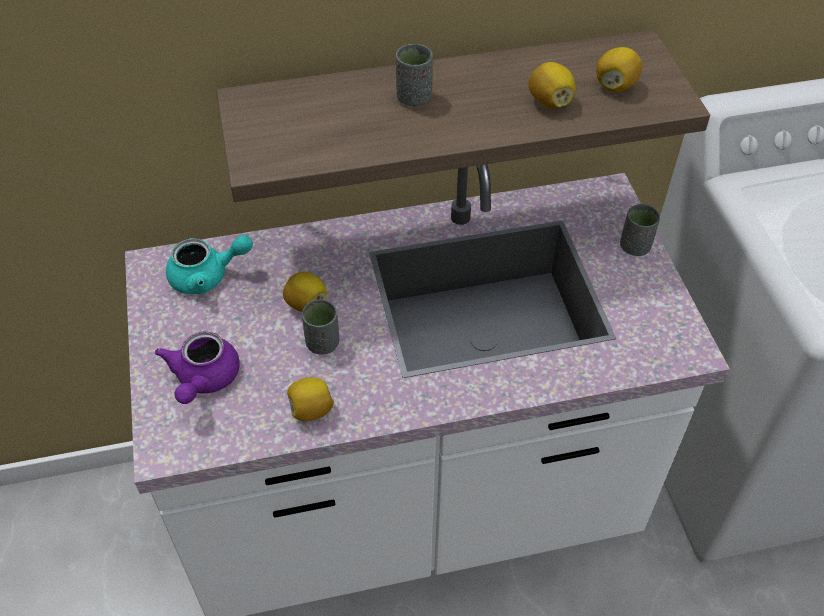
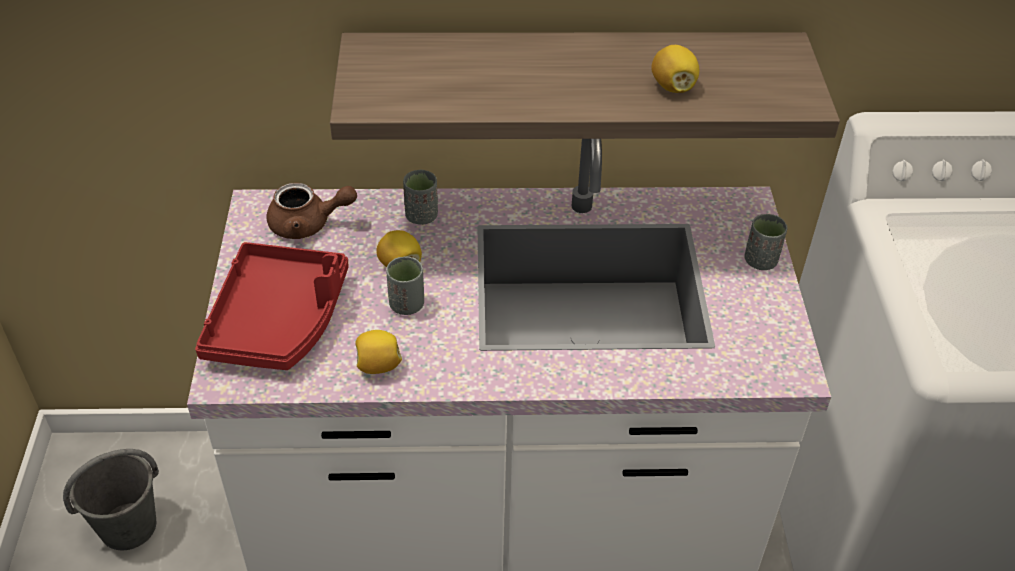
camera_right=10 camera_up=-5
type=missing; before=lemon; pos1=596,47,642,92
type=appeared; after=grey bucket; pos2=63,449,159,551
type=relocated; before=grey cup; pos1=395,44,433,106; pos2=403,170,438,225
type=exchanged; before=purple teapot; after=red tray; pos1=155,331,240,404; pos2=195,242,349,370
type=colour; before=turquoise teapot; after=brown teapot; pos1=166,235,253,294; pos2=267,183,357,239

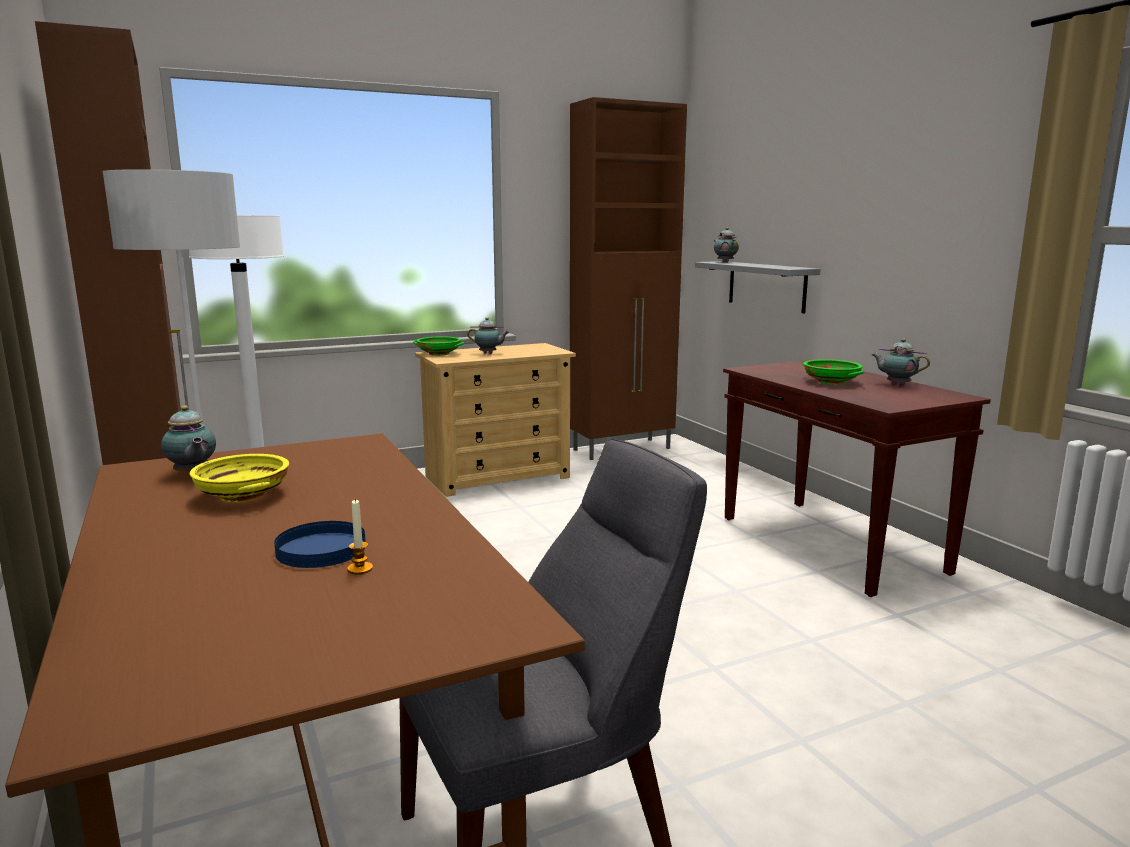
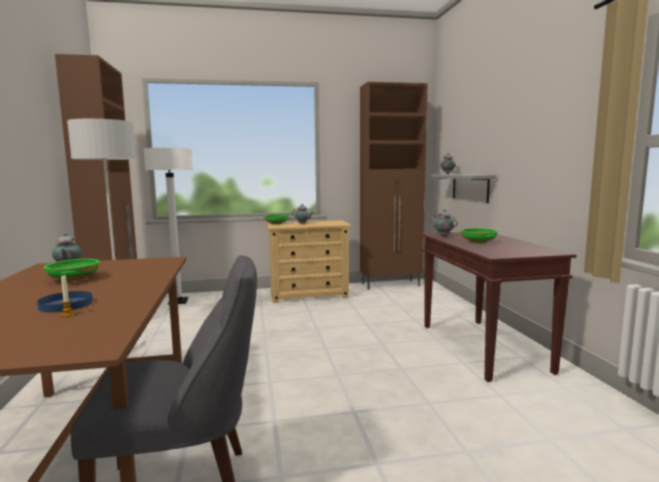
camera_right=15 camera_up=-5
type=relocated; before=teapot; pos1=872,338,930,386; pos2=431,210,458,237
type=colour; before=yellow bowl; after=green bowl; pos1=190,454,289,502; pos2=44,259,100,282

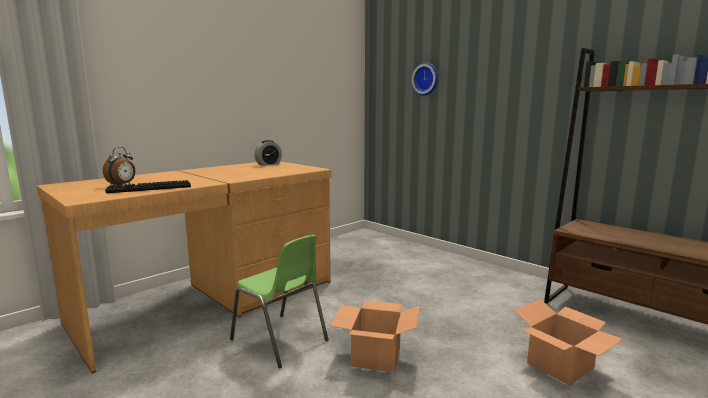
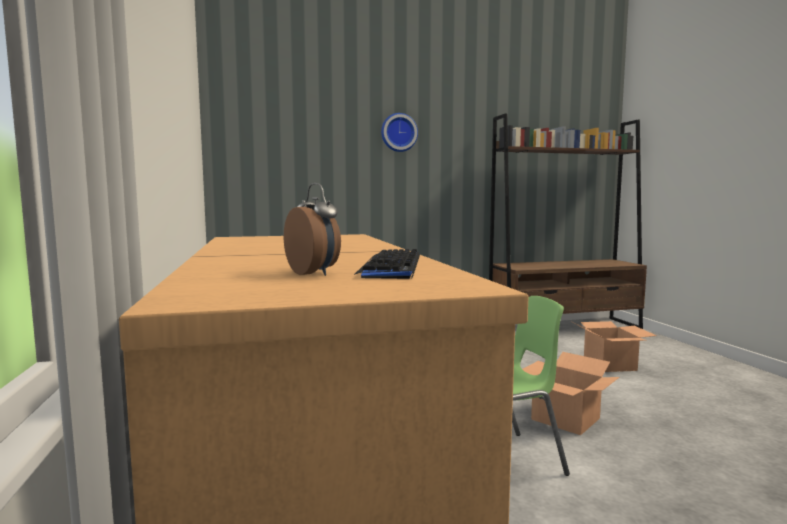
camera_right=-60 camera_up=-5
type=missing; before=alarm clock; pos1=254,140,282,166
type=relocated; before=wall clock; pos1=412,63,438,96; pos2=381,113,418,152

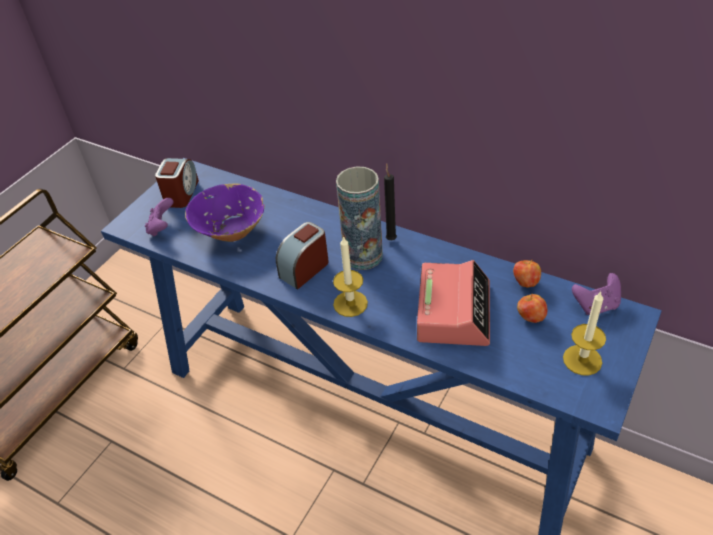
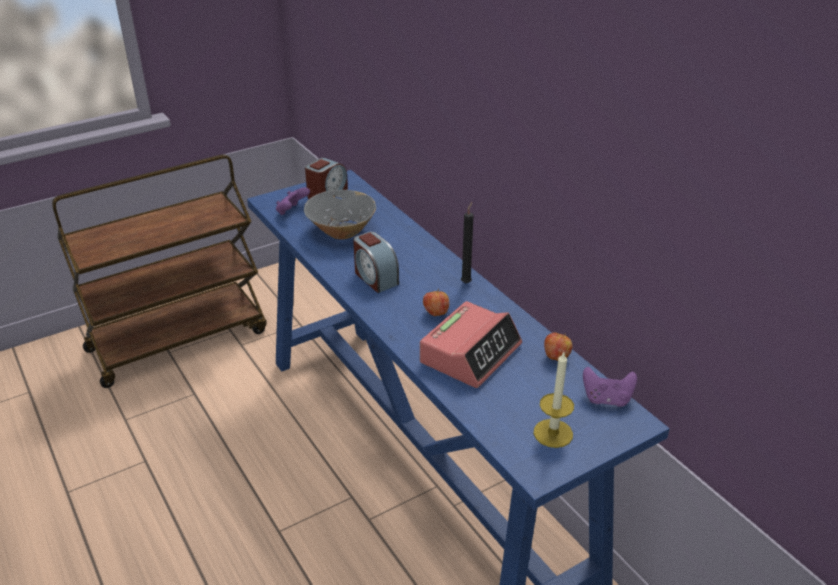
camera_right=25 camera_up=-10
type=missing; before=candle; pos1=333,236,368,317
type=missing; before=vase; pos1=336,167,383,270
type=relocated; before=apple; pos1=517,293,547,323; pos2=423,288,449,316
type=colour; before=purple bowl; after=grey bowl; pos1=185,183,265,242; pos2=304,190,376,240
type=spun; before=alarm clock; pos1=276,222,329,289; pos2=353,232,399,293; turn=-105

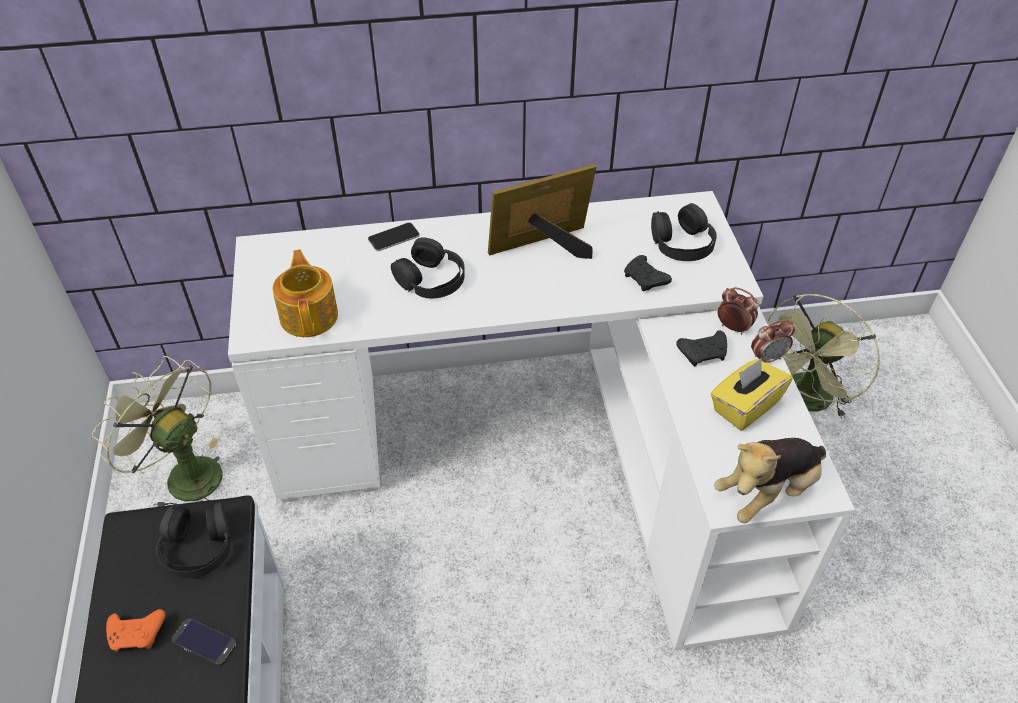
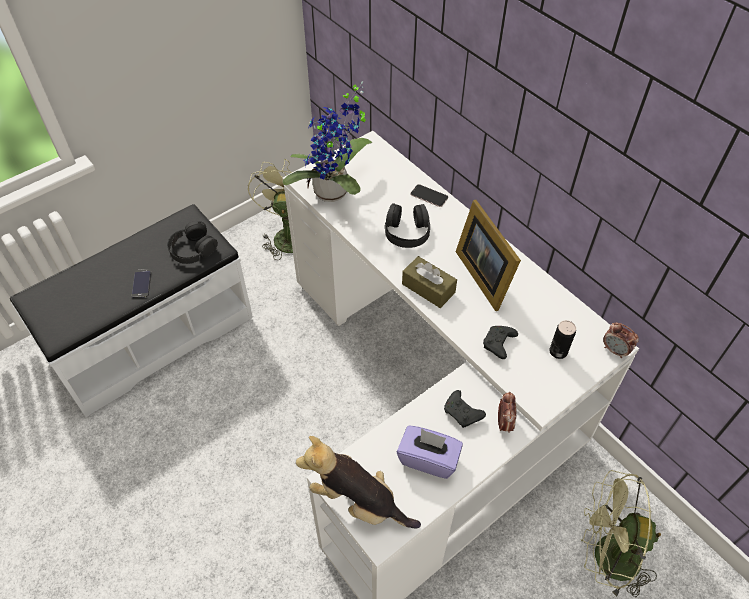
camera_right=60 camera_up=5
type=missing; before=orange game controller; pos1=106,609,166,652
type=appeared; after=brown tissue box; pos2=402,256,457,308
type=relocated; before=alarm clock; pos1=751,320,795,363; pos2=603,322,639,358
type=exchanged; before=teapot; after=potted plant; pos1=273,249,338,337; pos2=283,81,372,202
type=exchanged; before=black headphones; after=can; pos1=651,203,717,261; pos2=549,320,576,359
type=colour; before=yellow tissue box; after=purple tissue box; pos1=711,358,793,430; pos2=397,425,463,479
type=spun; before=picture frame; pos1=488,164,596,259; pos2=455,200,521,311; turn=-150

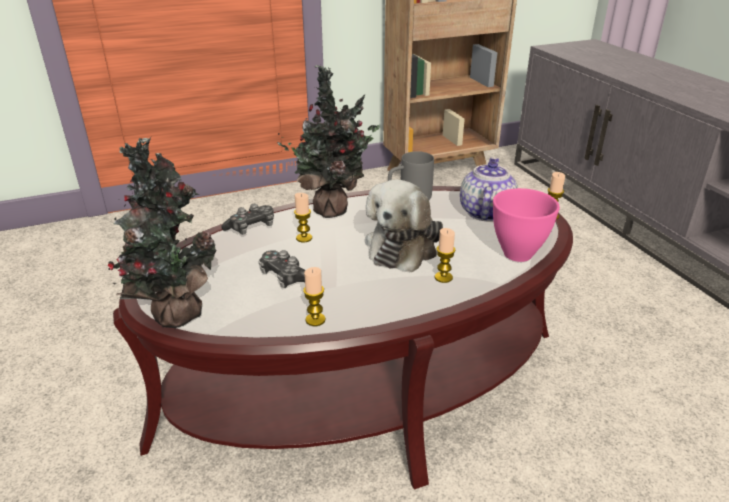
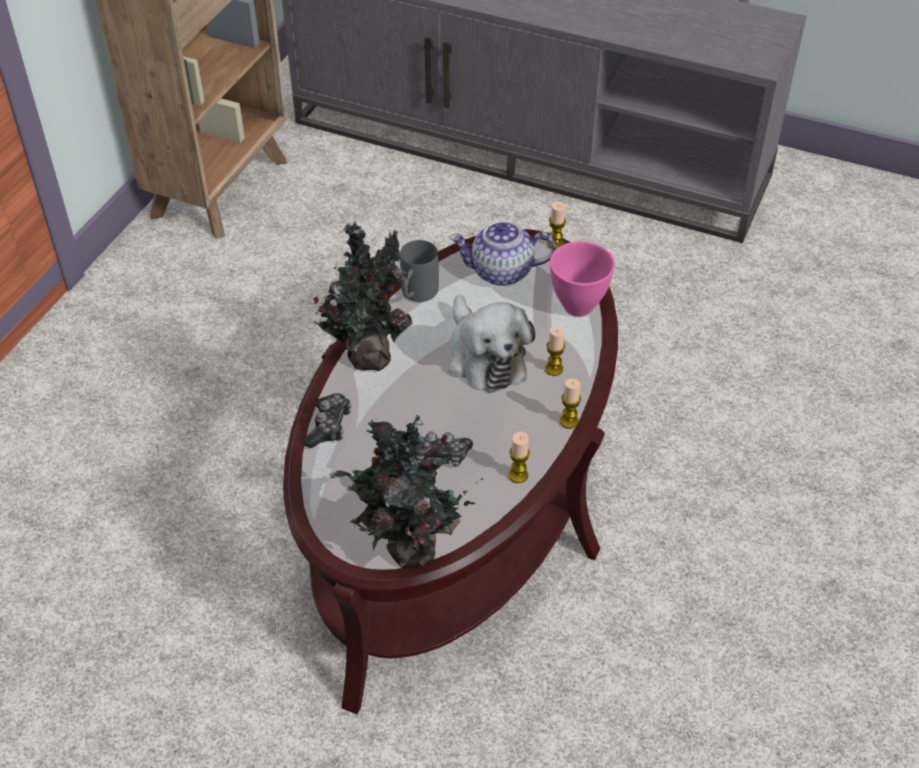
camera_right=-45 camera_up=15
type=relocated; before=candle; pos1=294,193,312,242; pos2=560,379,581,428
type=spun; before=teapot; pos1=460,157,518,222; pos2=450,221,556,286; turn=-60

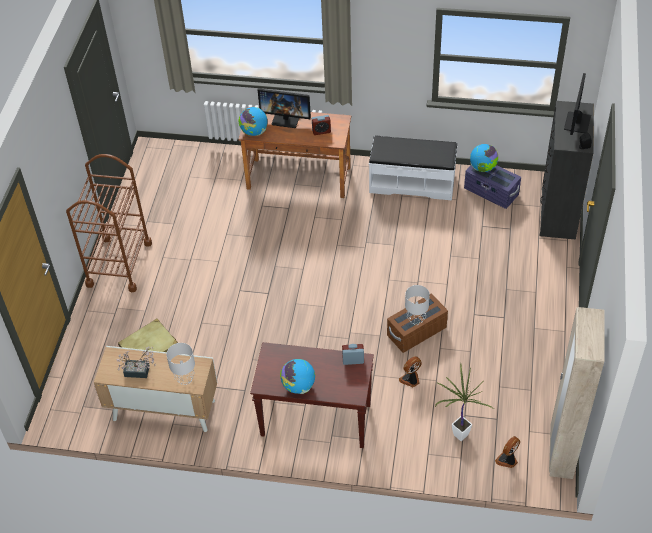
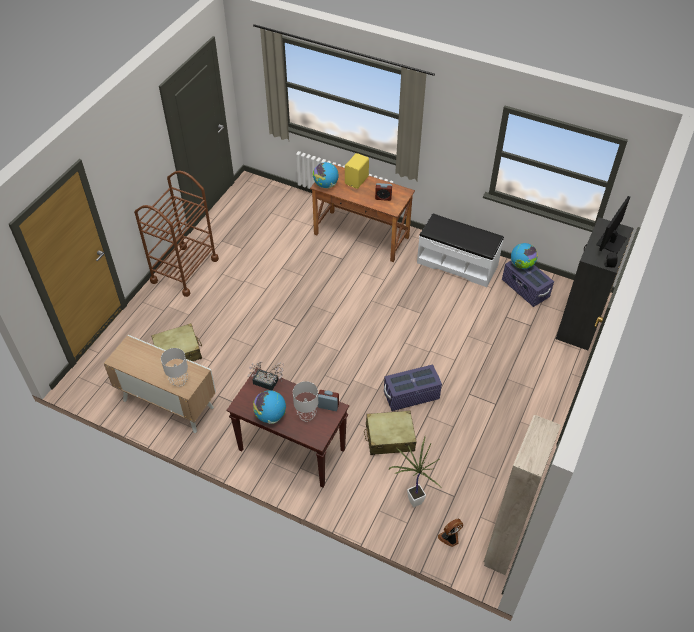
camera_right=15 camera_up=0
type=relocated; before=potted plant; pos1=117,347,156,378; pos2=247,361,284,390
type=relocated; before=grey table lamp; pos1=405,285,430,325; pos2=293,381,318,422
type=exchanged; before=monitor; after=yellow speaker; pos1=258,88,311,128; pos2=345,153,369,189
type=exchanged; before=fan; after=beige suitcase; pos1=399,356,422,387; pos2=364,411,417,455
type=colour; before=brown storage box; after=purple storage box; pos1=387,294,448,353; pos2=384,364,442,411

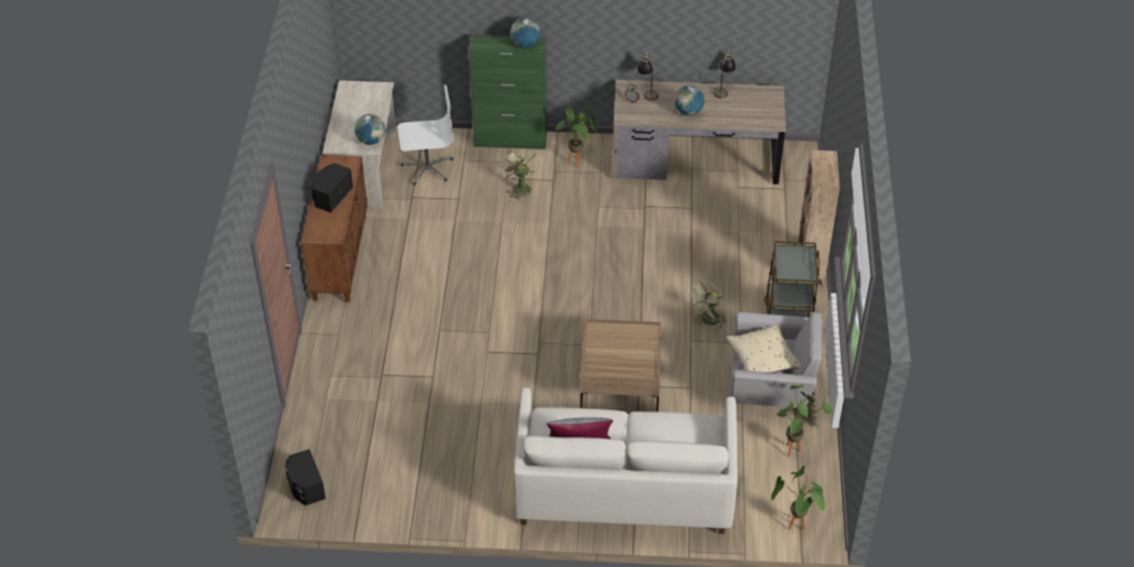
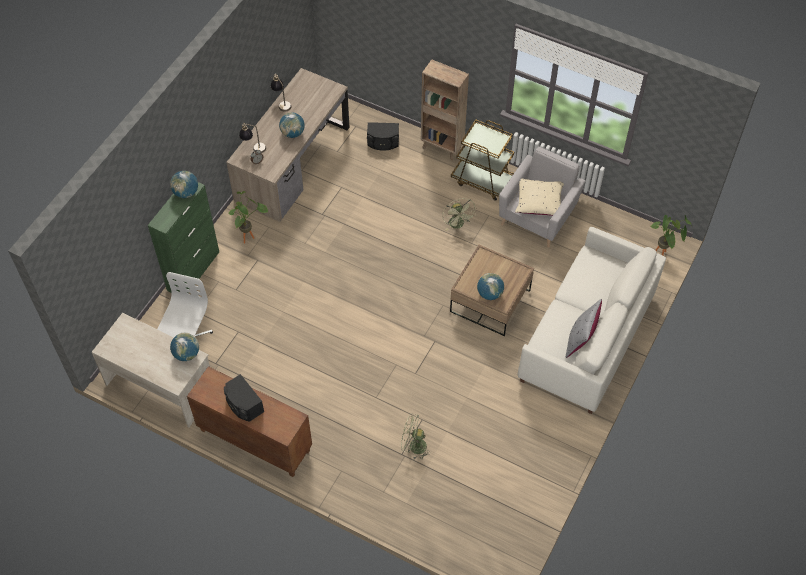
camera_right=-65 camera_up=10
type=missing; before=potted plant; pos1=776,384,833,457
type=appeared; after=globe; pos2=477,273,504,300
type=relocated; before=black speaker; pos1=285,449,326,505; pos2=367,122,399,151
type=relocated; before=green fan; pos1=500,148,540,201; pos2=401,413,431,460

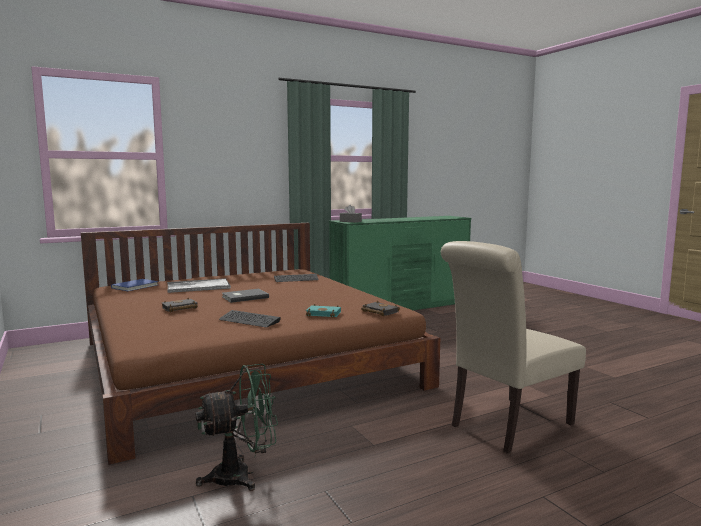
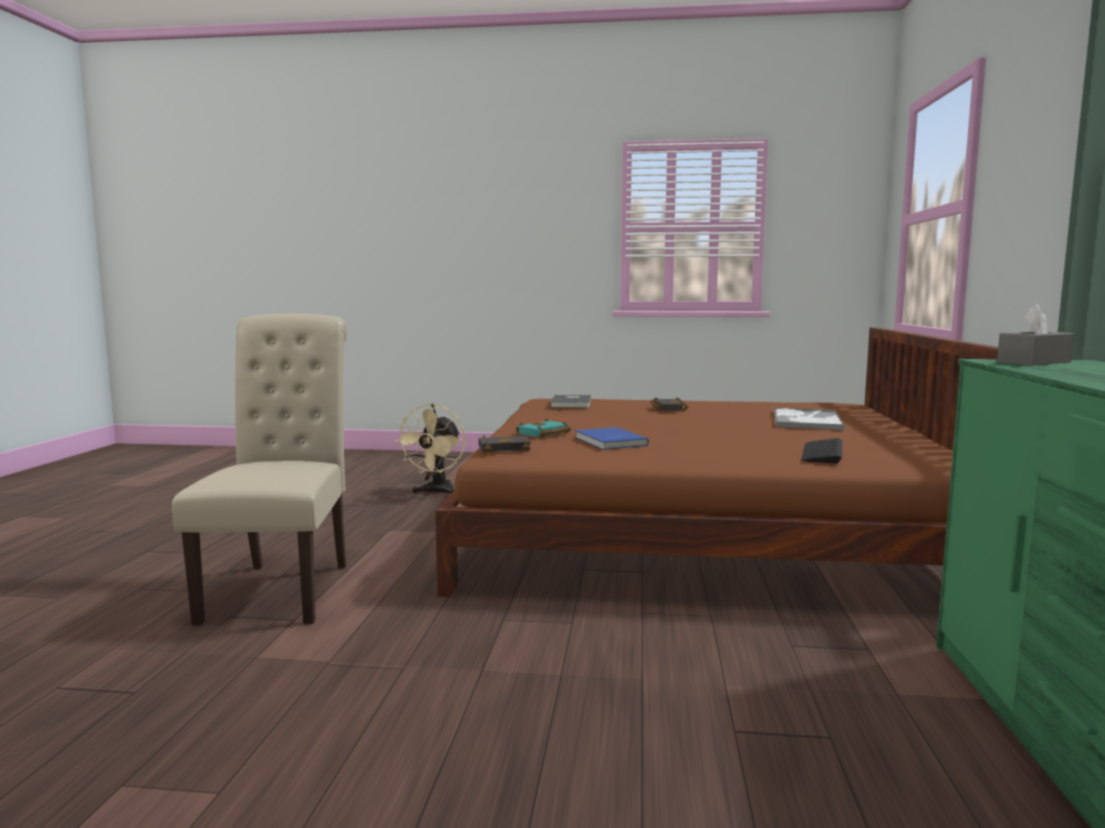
camera_right=125 camera_up=0
type=missing; before=keyboard; pos1=219,310,281,327
type=relocated; before=blue book; pos1=111,279,159,291; pos2=575,427,649,450
type=relocated; before=grey book; pos1=222,289,269,303; pos2=550,395,591,408
type=colour; before=green fan; after=beige fan; pos1=196,364,278,491; pos2=395,404,465,495

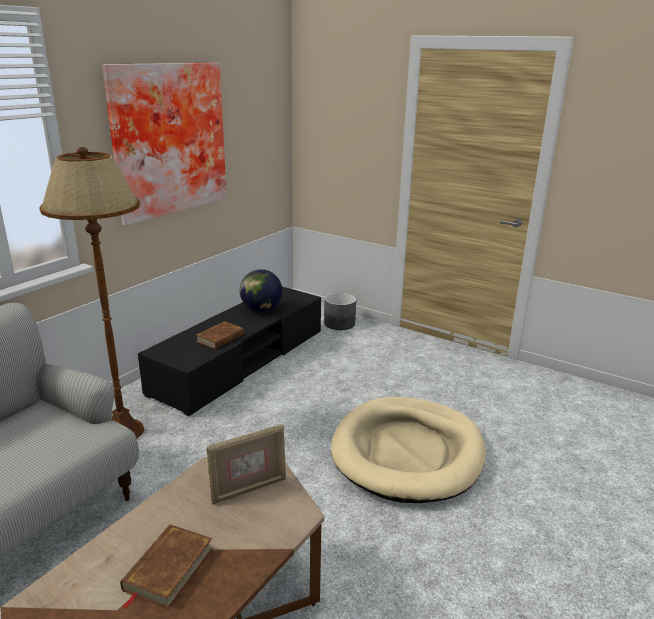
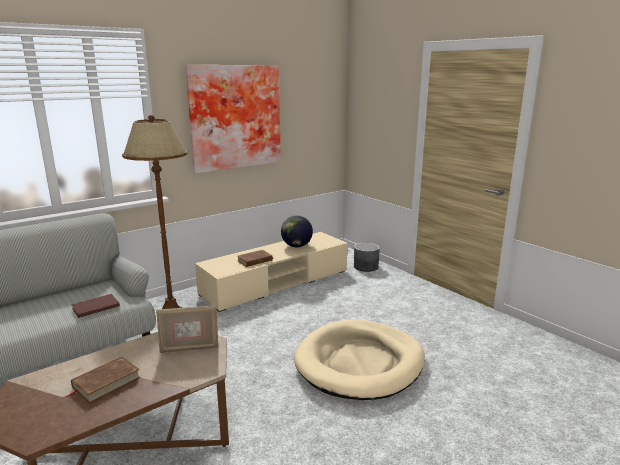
camera_right=20 camera_up=-5
type=appeared; after=brown book; pos2=71,294,120,318
type=colour; before=black tv stand; after=beige tv stand; pos1=138,287,321,416; pos2=195,232,347,312

